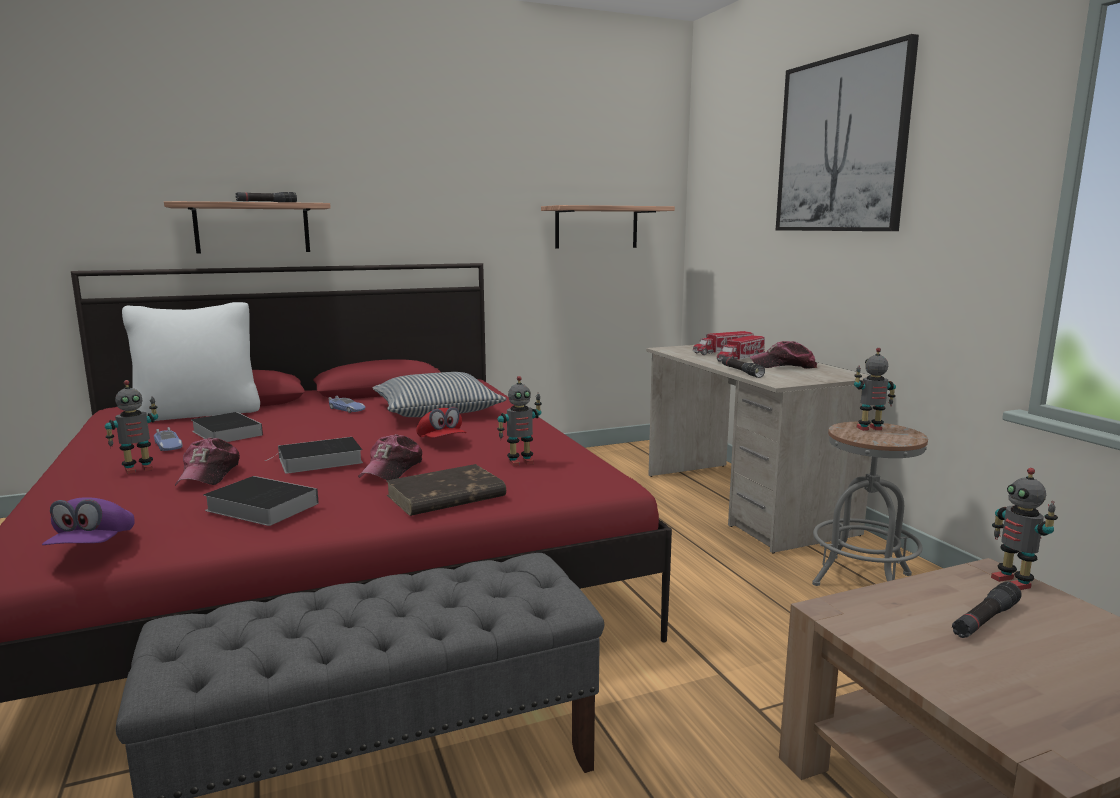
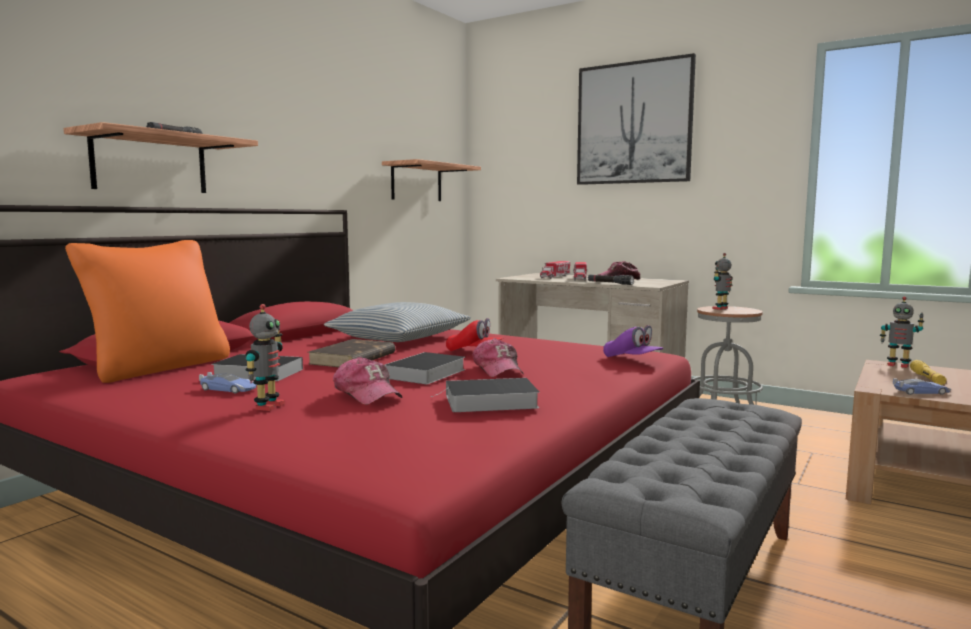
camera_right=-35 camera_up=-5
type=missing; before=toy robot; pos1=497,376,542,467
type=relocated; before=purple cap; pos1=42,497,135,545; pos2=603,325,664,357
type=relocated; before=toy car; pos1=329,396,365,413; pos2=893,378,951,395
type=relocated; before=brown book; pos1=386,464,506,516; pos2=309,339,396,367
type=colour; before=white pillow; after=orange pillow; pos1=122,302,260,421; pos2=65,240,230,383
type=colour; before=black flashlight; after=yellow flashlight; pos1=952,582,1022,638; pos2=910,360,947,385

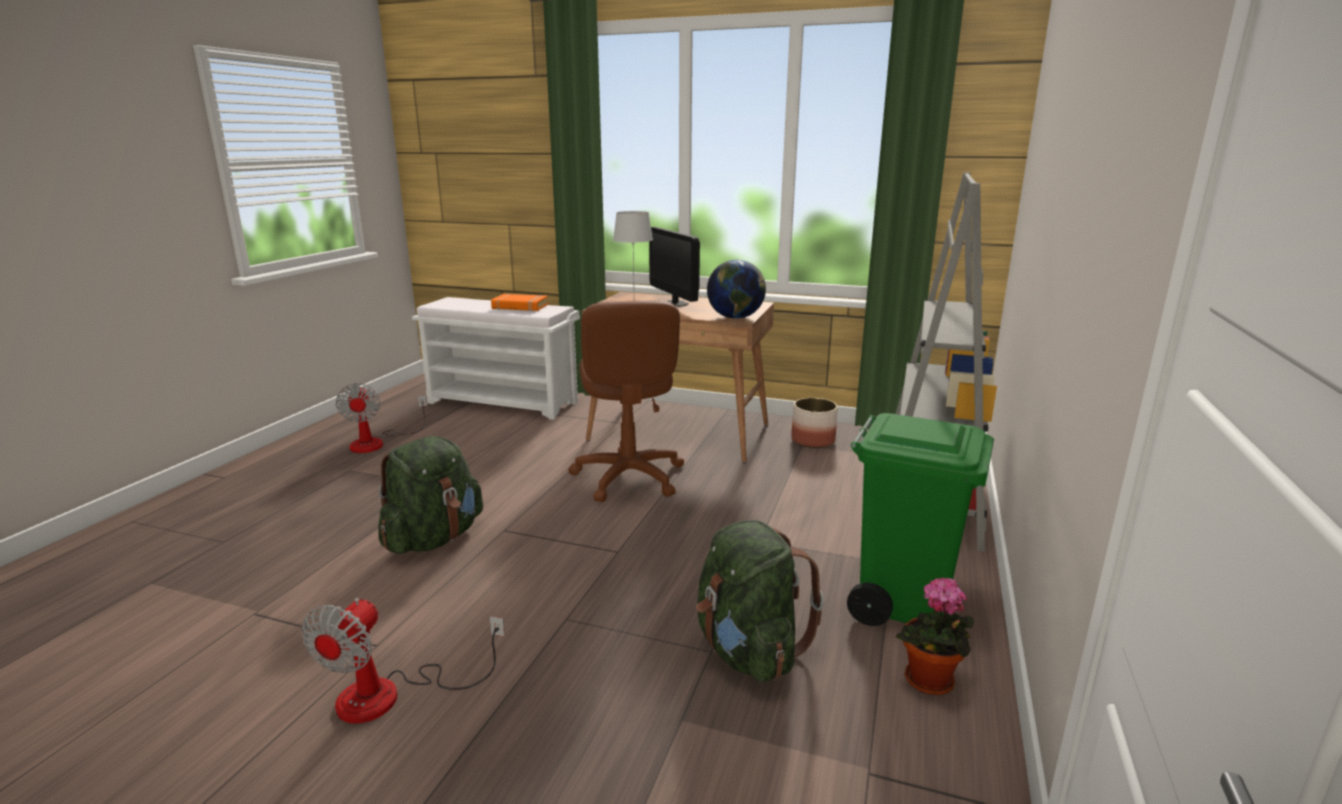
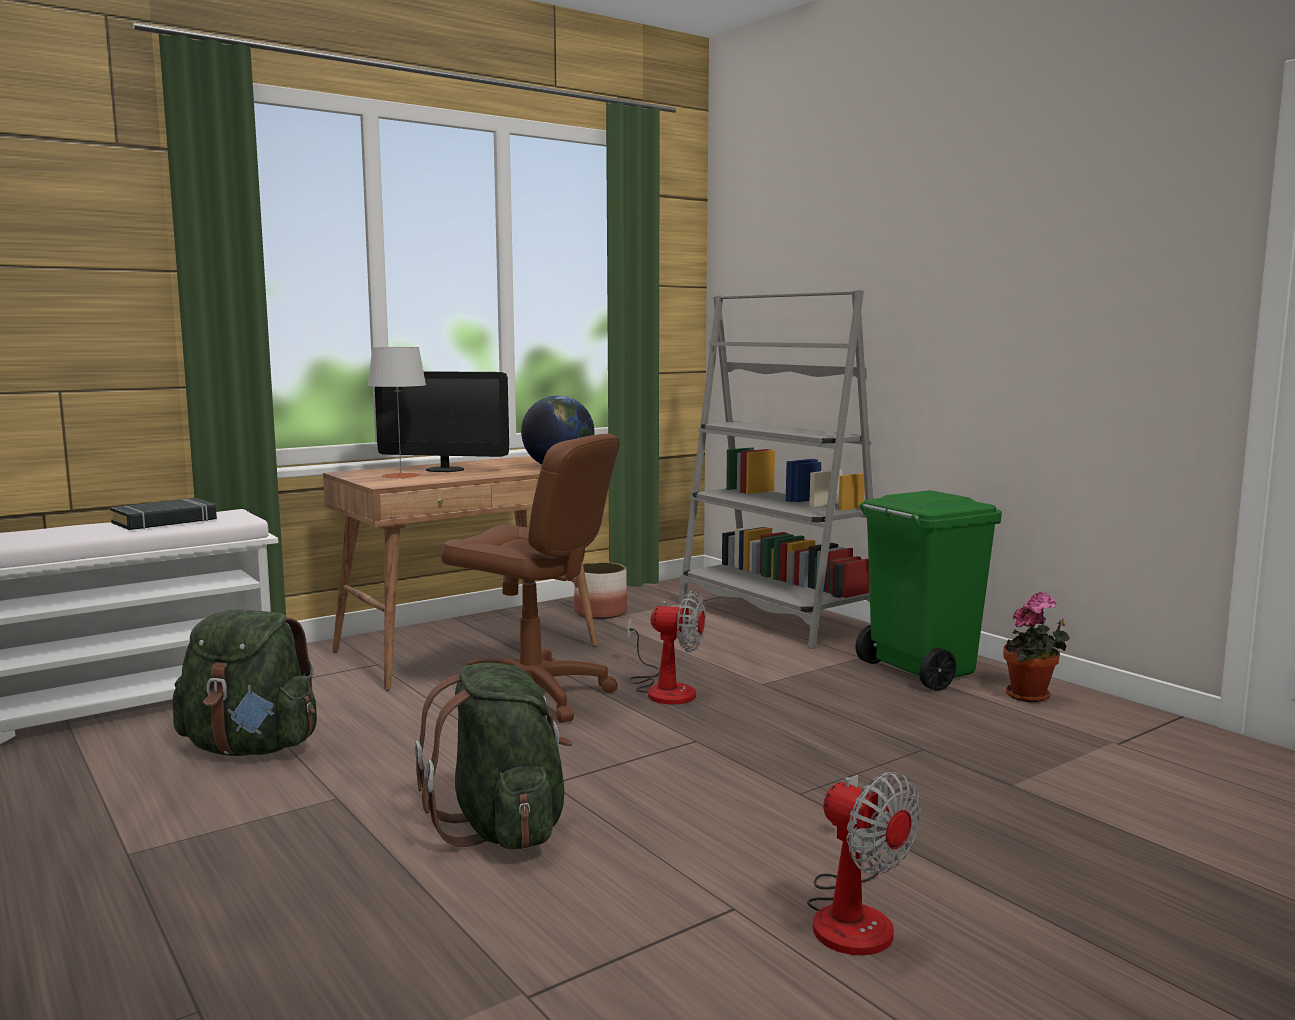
camera_right=-55 camera_up=-10
type=relocated; before=fan; pos1=336,383,427,453; pos2=628,591,706,705
type=relocated; before=green backpack; pos1=696,520,825,682; pos2=173,610,317,756
type=colour; before=orange book; after=black book; pos1=491,294,548,311; pos2=110,498,217,530

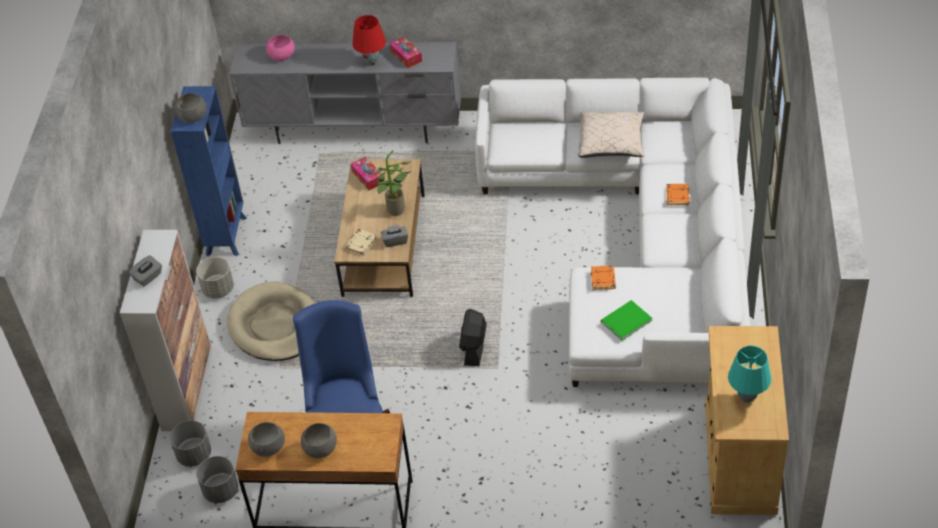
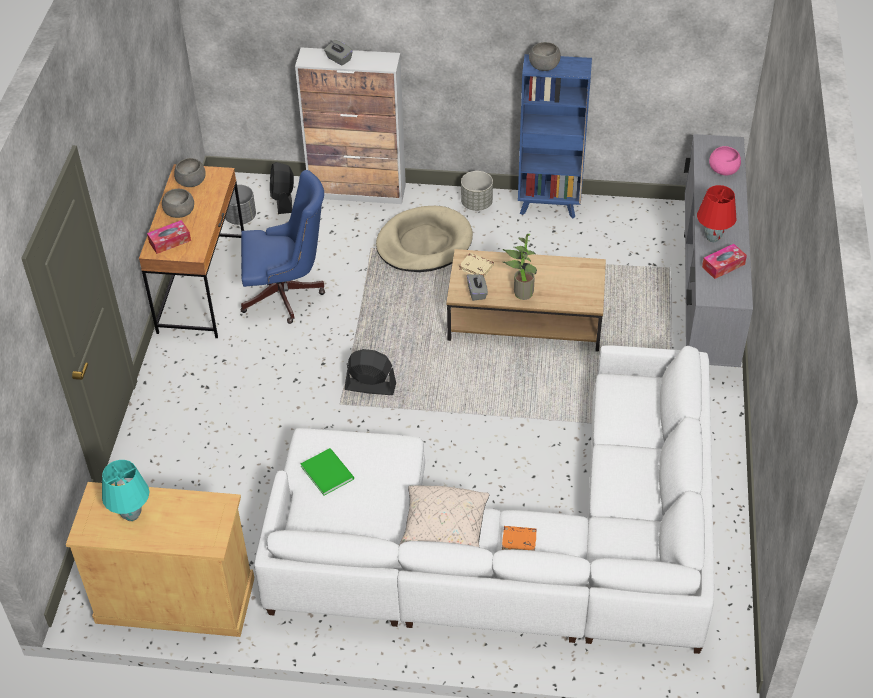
camera_right=90 camera_up=0
type=missing; before=orange book; pos1=591,266,616,290
type=relocated; before=tissue box; pos1=351,157,384,191; pos2=147,220,191,254
type=relocated; before=beige pillow; pos1=579,111,644,158; pos2=399,485,489,547
type=exchanged; before=grey planter; after=black fan; pos1=170,420,211,467; pos2=270,162,294,214

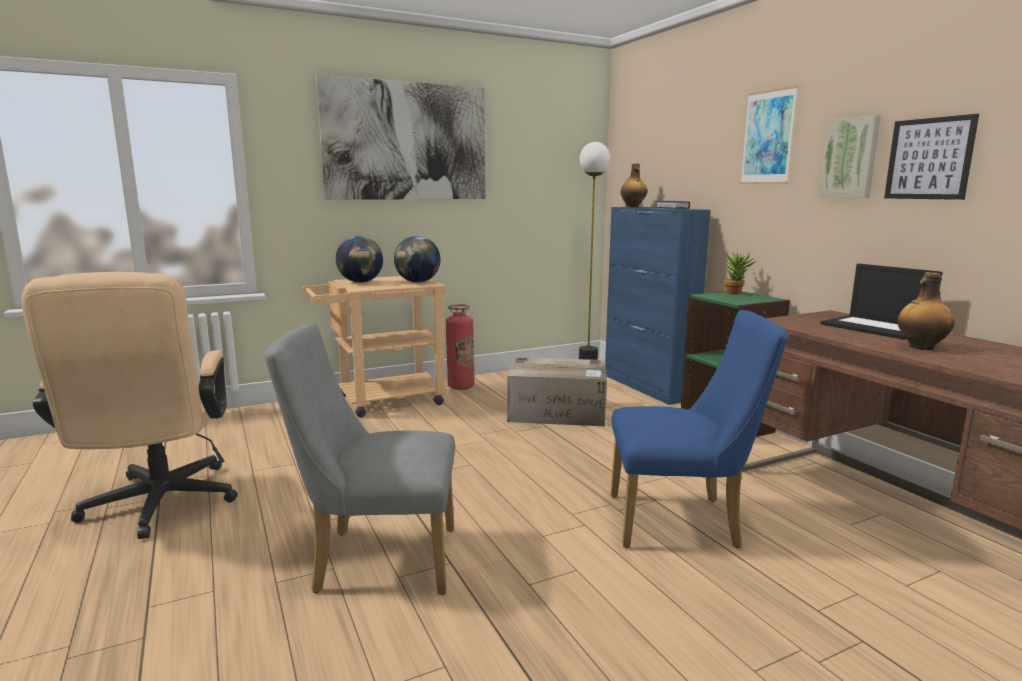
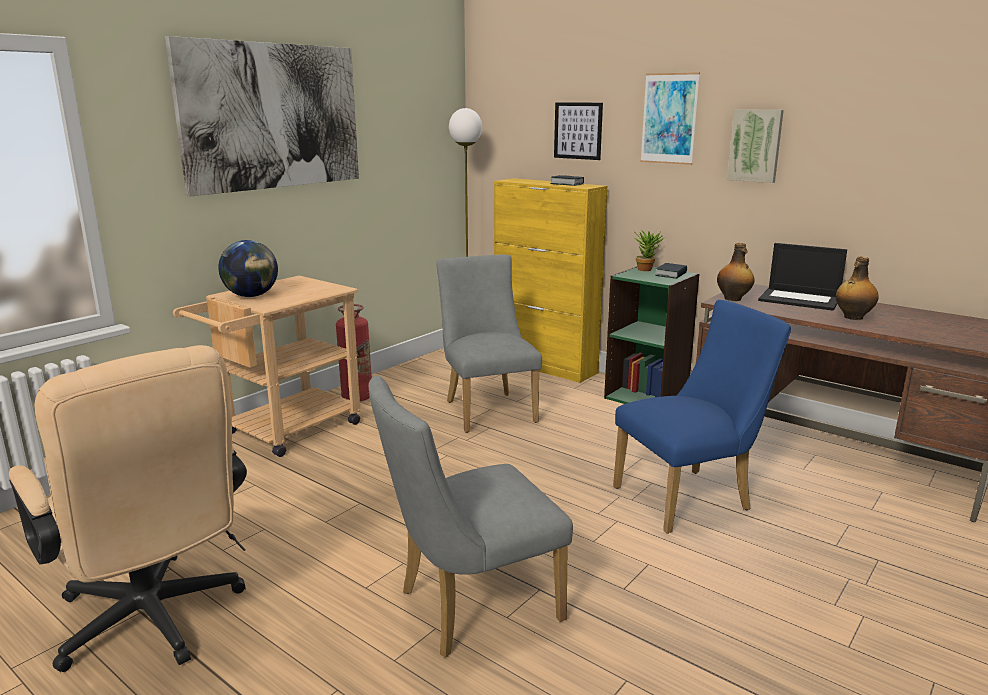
camera_right=-25 camera_up=5
type=missing; before=globe; pos1=394,236,440,283
type=appeared; after=book; pos2=655,263,687,279
type=relocated; before=bottle; pos1=621,163,647,207; pos2=717,243,754,301
type=relocated; before=picture; pos1=884,114,979,200; pos2=554,102,603,160
type=exchanged; before=cardboard box; after=grey chair; pos1=507,357,607,426; pos2=436,254,542,433
type=colour; before=blue cabinet; after=yellow cabinet; pos1=605,207,710,405; pos2=493,178,607,383

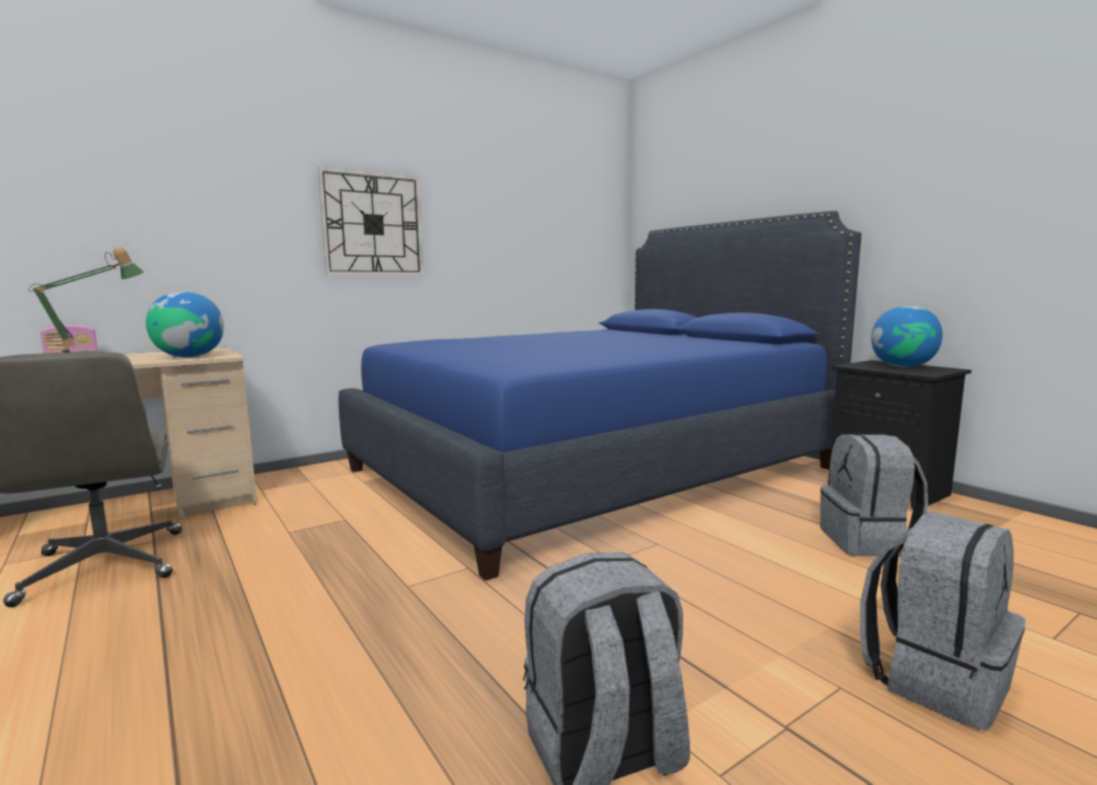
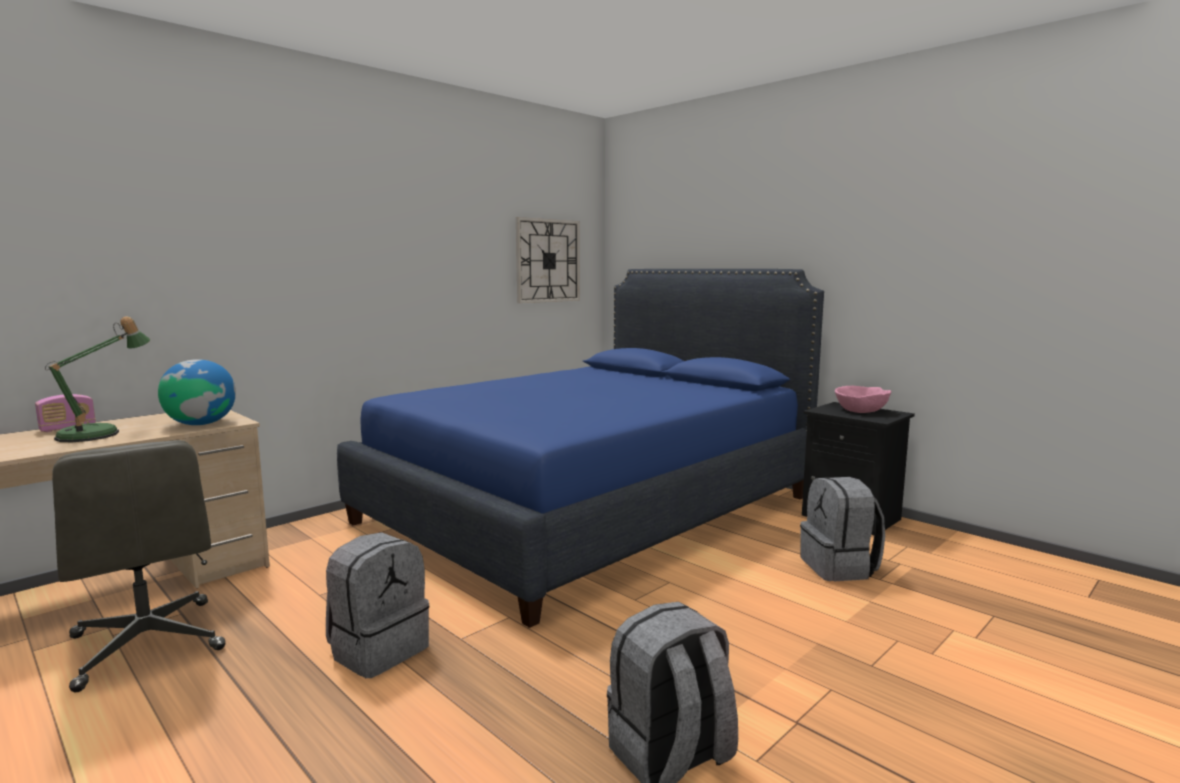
camera_right=-10 camera_up=0
type=relocated; before=wall clock; pos1=318,167,424,276; pos2=516,217,580,303
type=relocated; before=grey backpack; pos1=860,512,1026,731; pos2=326,532,429,678
type=exchanged; before=globe; after=pink bowl; pos1=871,306,943,367; pos2=835,386,891,413

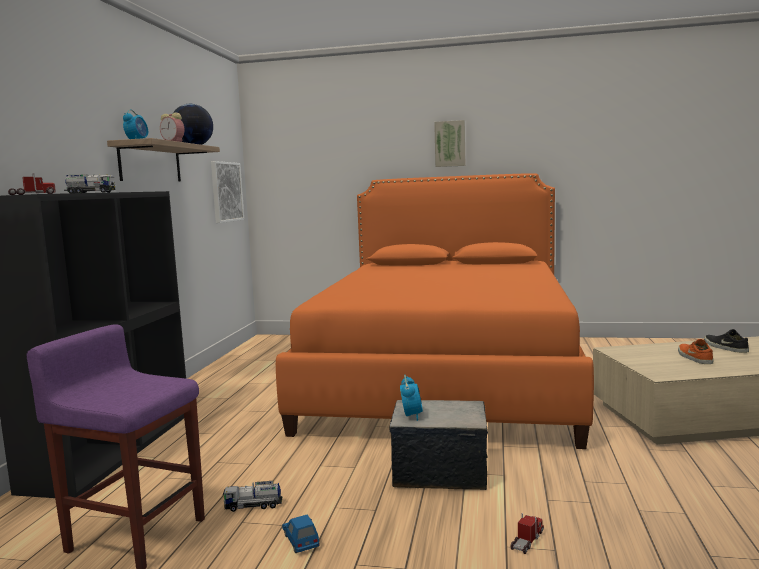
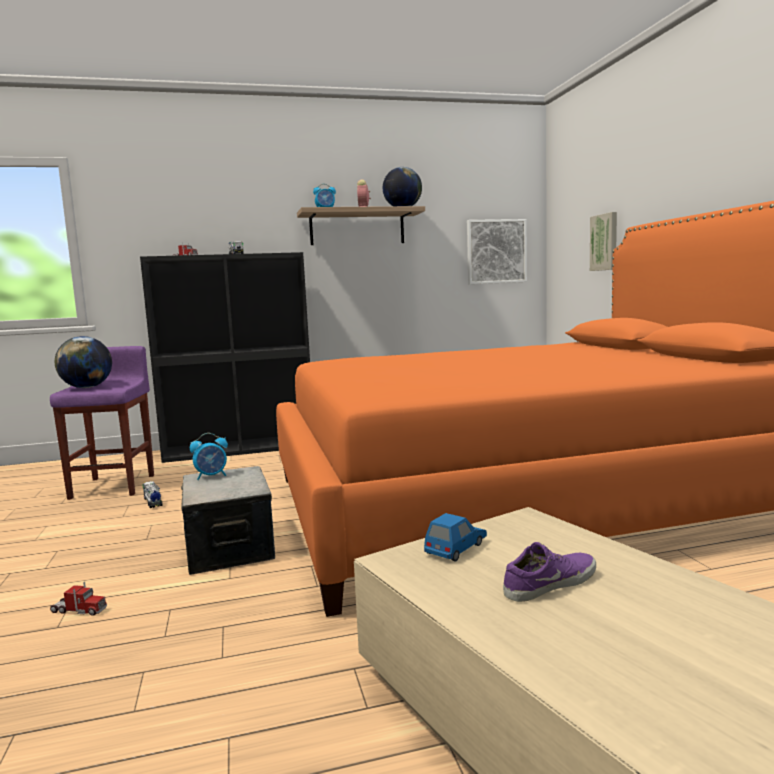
camera_right=65 camera_up=0
type=missing; before=black shoe; pos1=704,329,749,353
type=appeared; after=globe; pos2=55,336,112,388
type=relocated; before=blue toy car; pos1=282,515,320,553; pos2=424,513,487,562
type=relocated; before=picture; pos1=434,120,465,167; pos2=590,212,617,271
type=colour; before=orange shoe; after=purple shoe; pos1=678,339,713,364; pos2=503,542,596,602

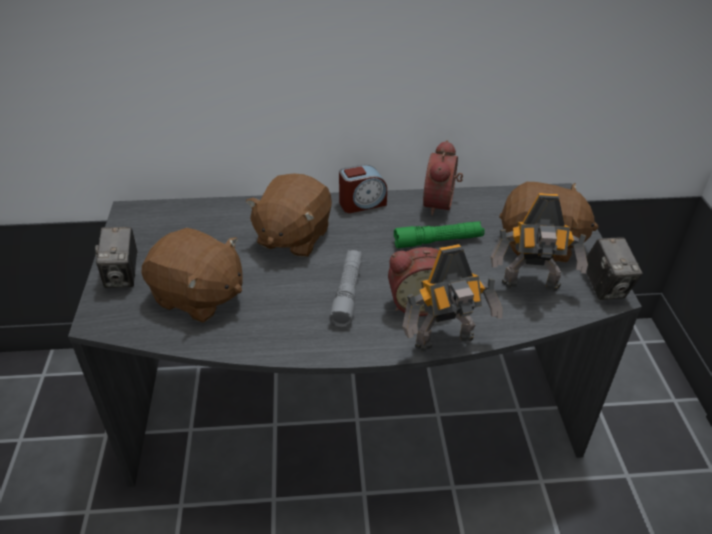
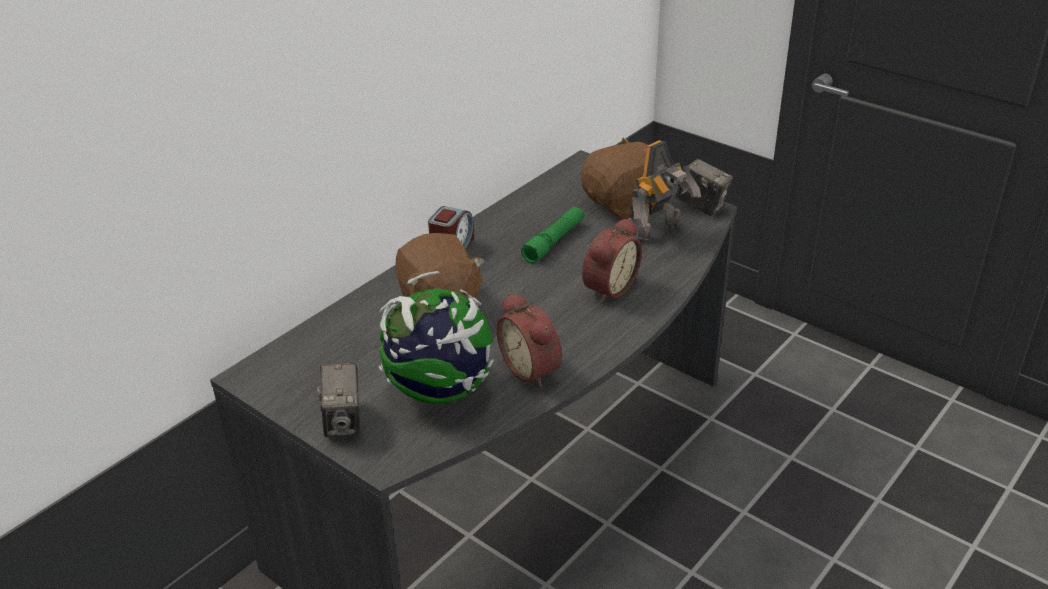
camera_right=-45 camera_up=-5
type=missing; before=grey flashlight; pos1=329,250,362,328
type=missing; before=toy robot; pos1=402,244,503,352
type=relocated; before=alarm clock; pos1=423,140,463,216; pos2=496,293,562,387
type=exchanged; before=brown plush toy; after=globe; pos1=142,228,243,323; pos2=379,271,494,404
type=spun; before=photo camera; pos1=95,227,137,288; pos2=317,363,360,437; turn=45

